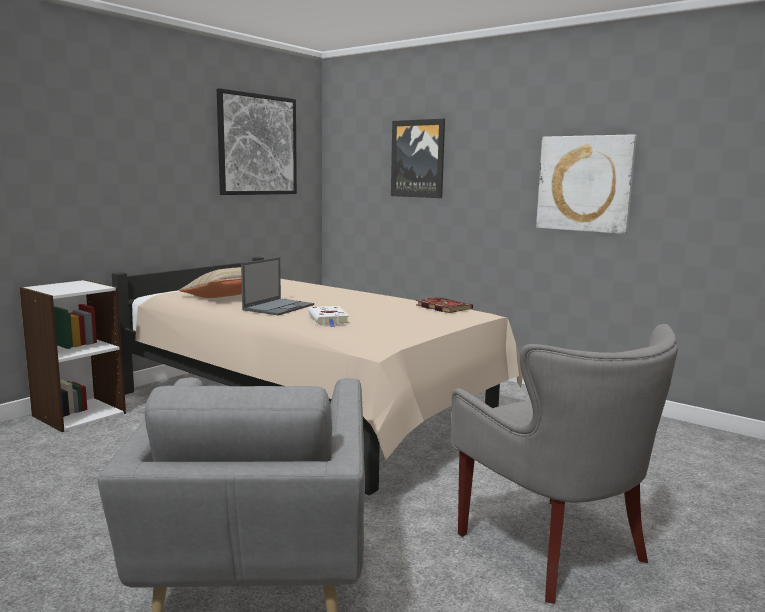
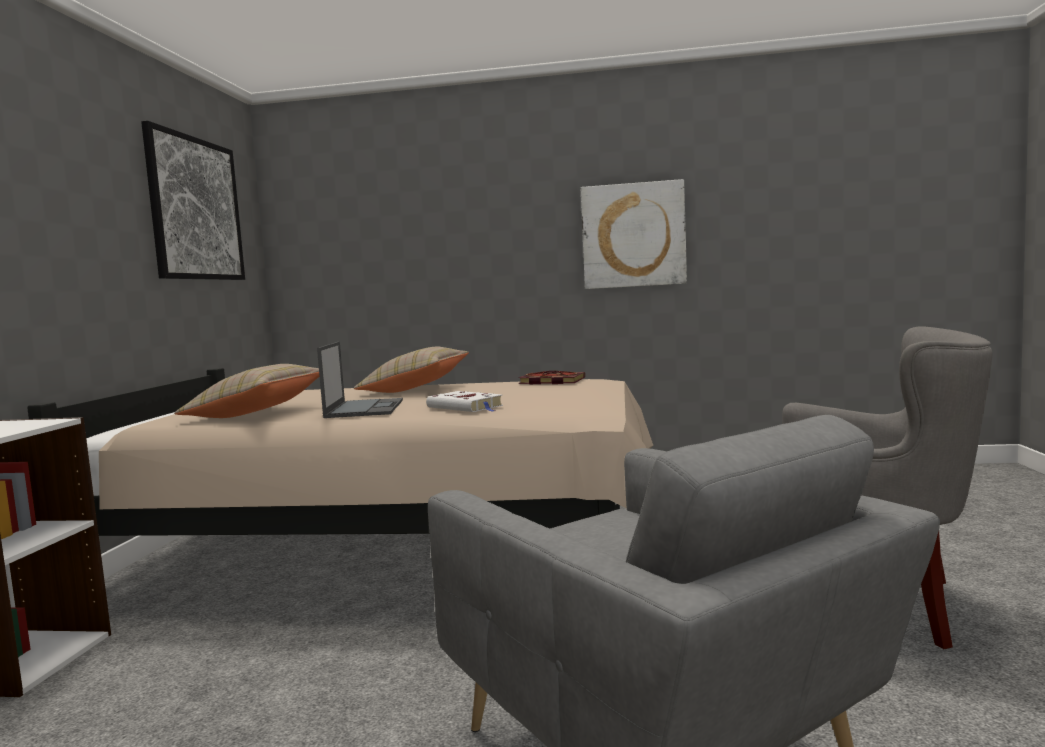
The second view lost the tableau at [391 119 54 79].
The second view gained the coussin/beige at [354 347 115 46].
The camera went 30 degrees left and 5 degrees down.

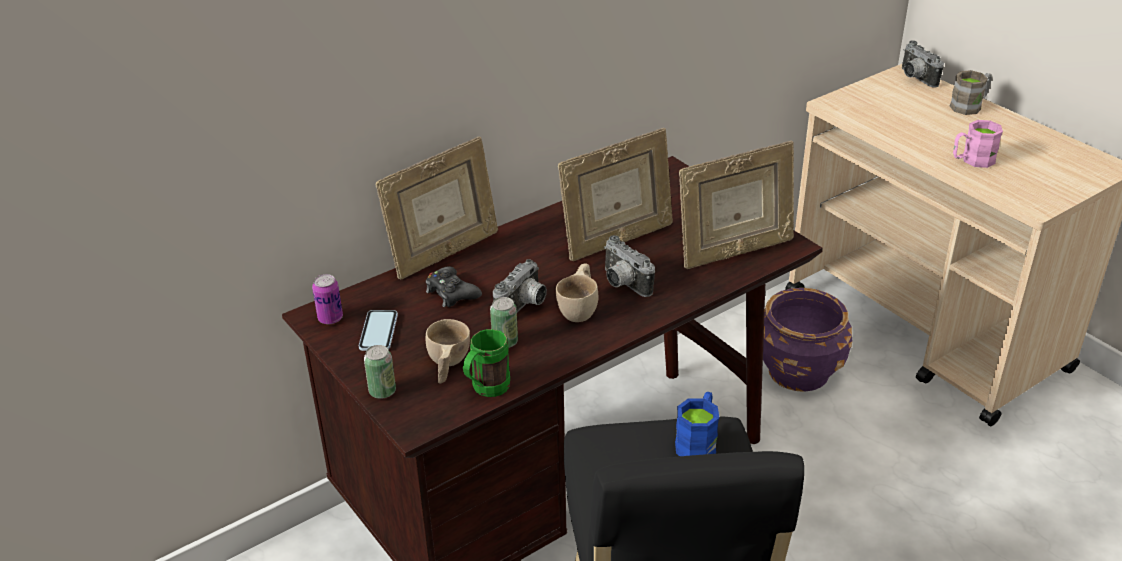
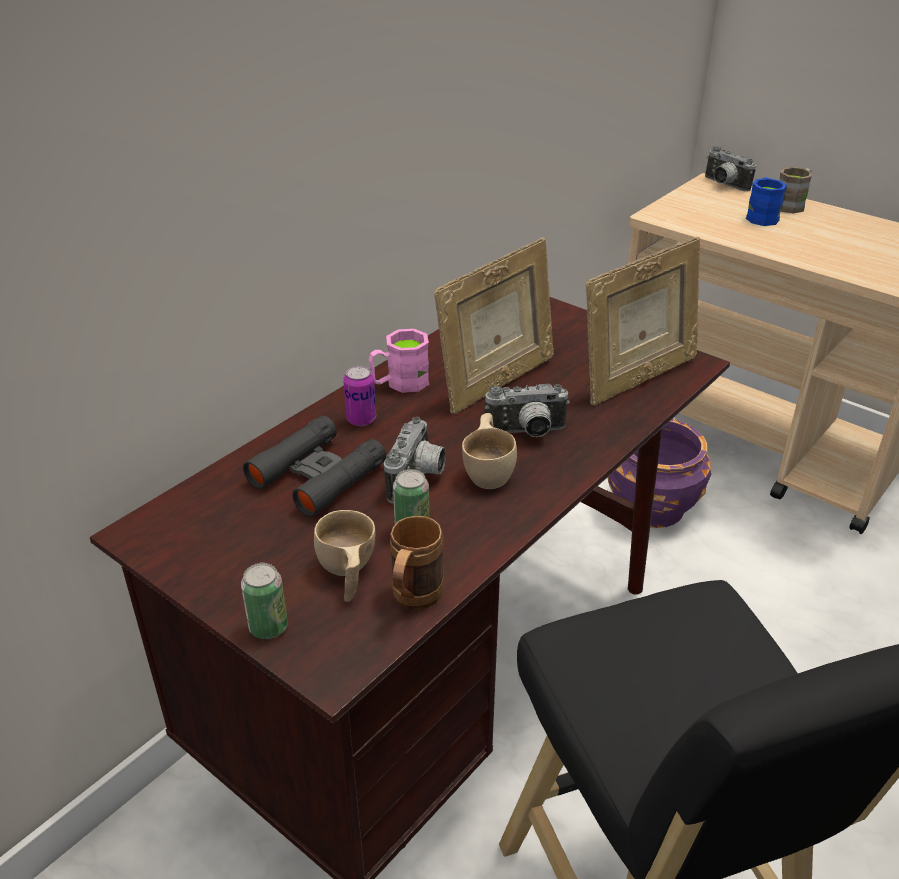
The boîte métallique ended up elsewhere, having gone from [312 274 31 50] to [343 365 33 61].
The second view lost the téléphone at [359 310 39 41].
The second view lost the cadre photo at [376 136 122 143].
Where the manette/noir stood at [426 266 56 41], the jumelles/noir came to stand at [243 416 143 101].
What was the mug/vert at [463 329 47 68] turned into the mug/marron at [390 516 54 94].
The appareil photo at [604 235 51 62] ended up facing another way, 45 degrees counterclockwise from before.
The mug/bleu ended up elsewhere, having gone from [675 392 44 64] to [746 177 41 49].
The mug/rose ended up elsewhere, having gone from [953 120 50 48] to [369 329 60 64].
The camera went 15 degrees left and 0 degrees up.

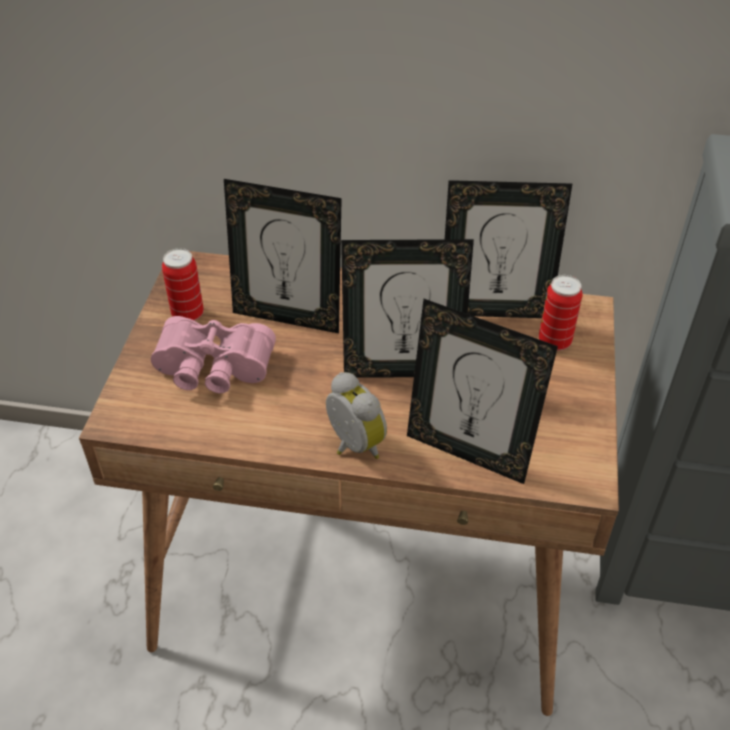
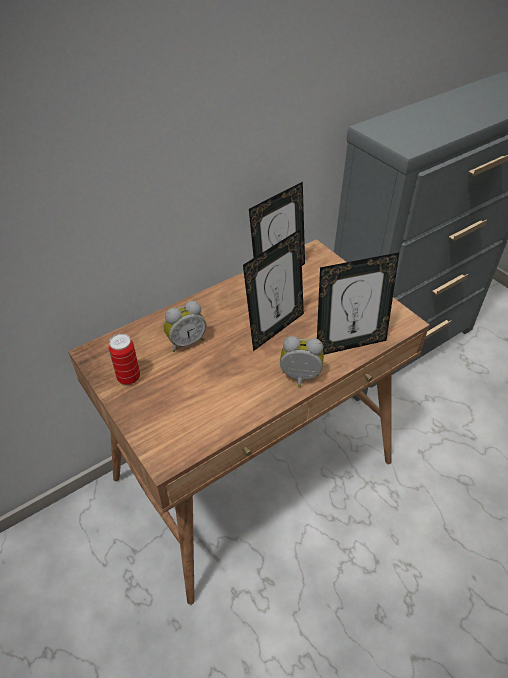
The second view lost the jumelles/rose at [151 316 125 78].
Where the cadre photo stood at [224 179 118 154], the réveil came to stand at [163 301 43 51].
The second view lost the boîte métallique at [539 275 44 76].
The camera went 45 degrees left and 0 degrees up.

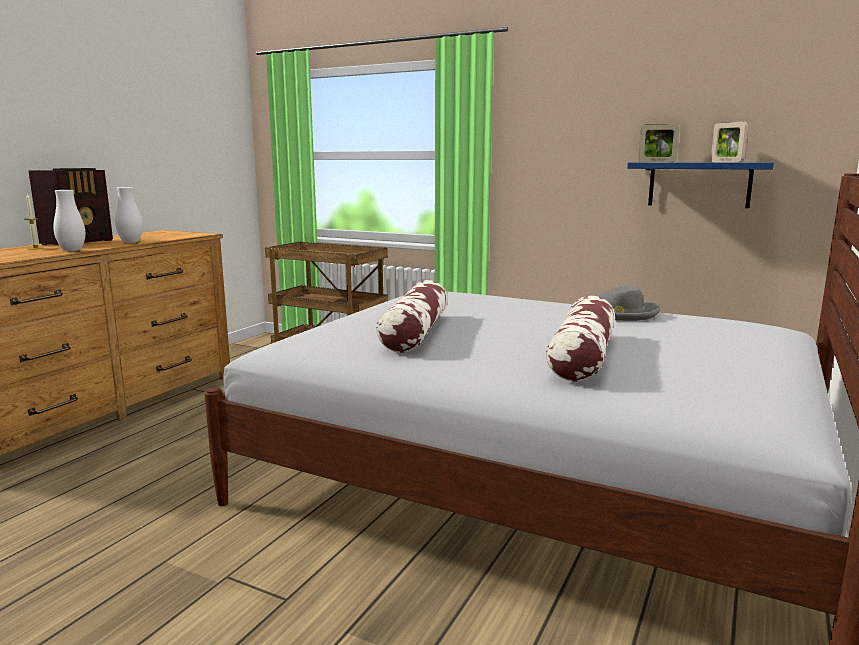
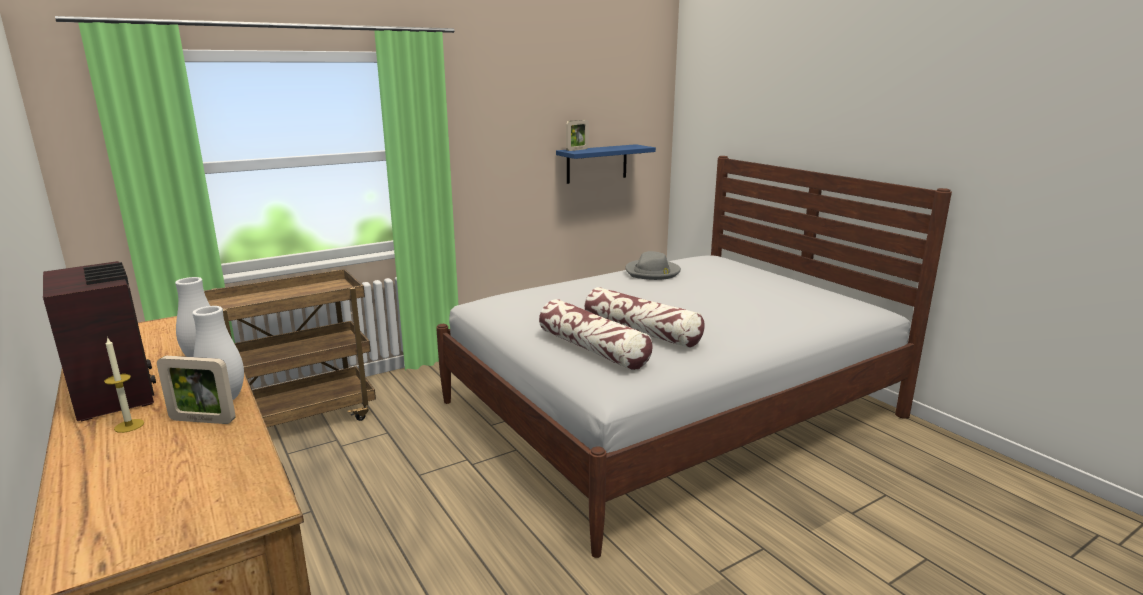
The coussin ended up elsewhere, having gone from [546 296 69 85] to [539 299 114 72].
The cadre photo ended up elsewhere, having gone from [711 121 37 41] to [157 356 79 68].
The camera went 60 degrees left and 5 degrees up.

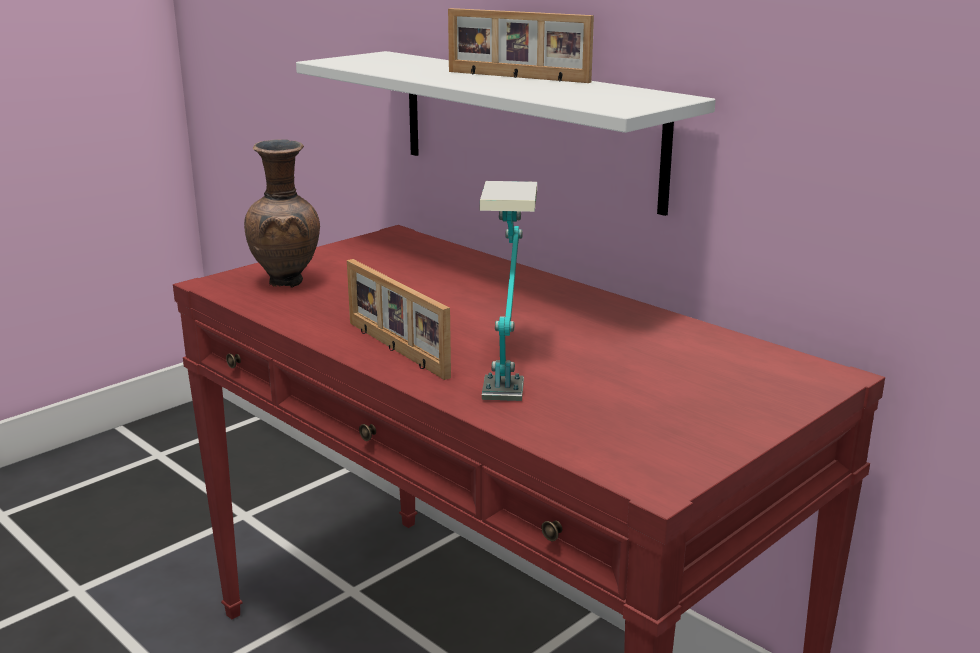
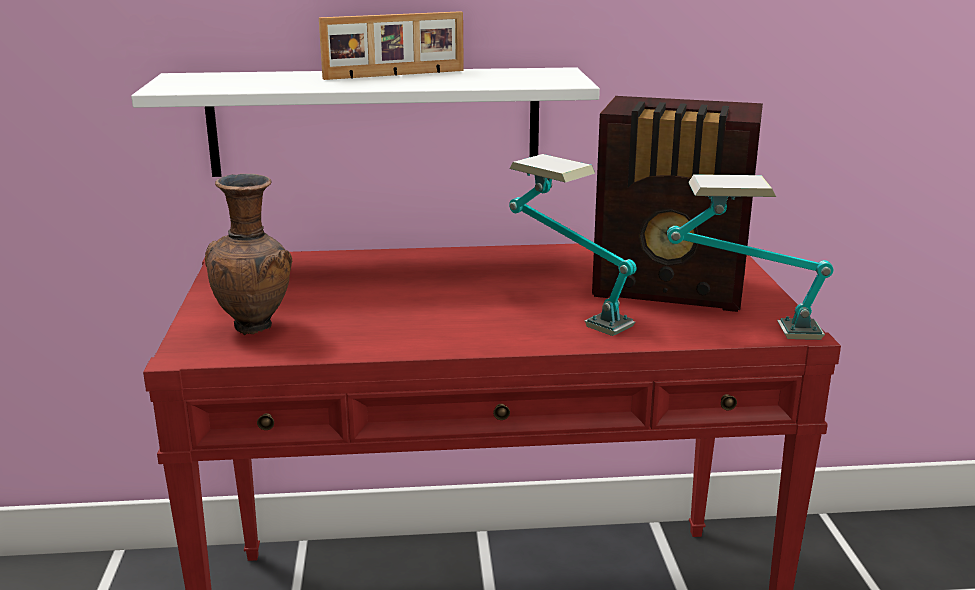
The second view lost the cadre photo at [347 259 104 121].
The second view gained the radio at [592 96 171 216].
The second view gained the lampe de table at [667 174 166 166].
The camera went 50 degrees left and 0 degrees up.

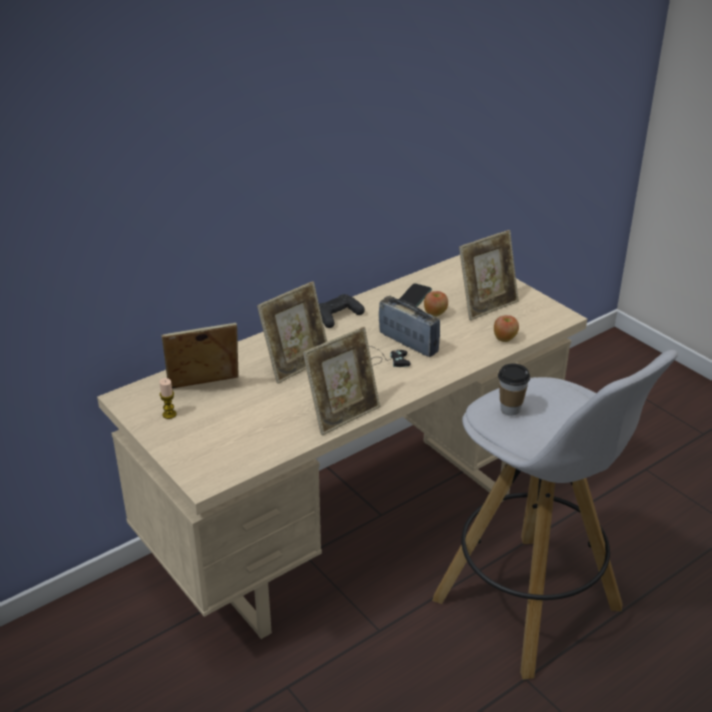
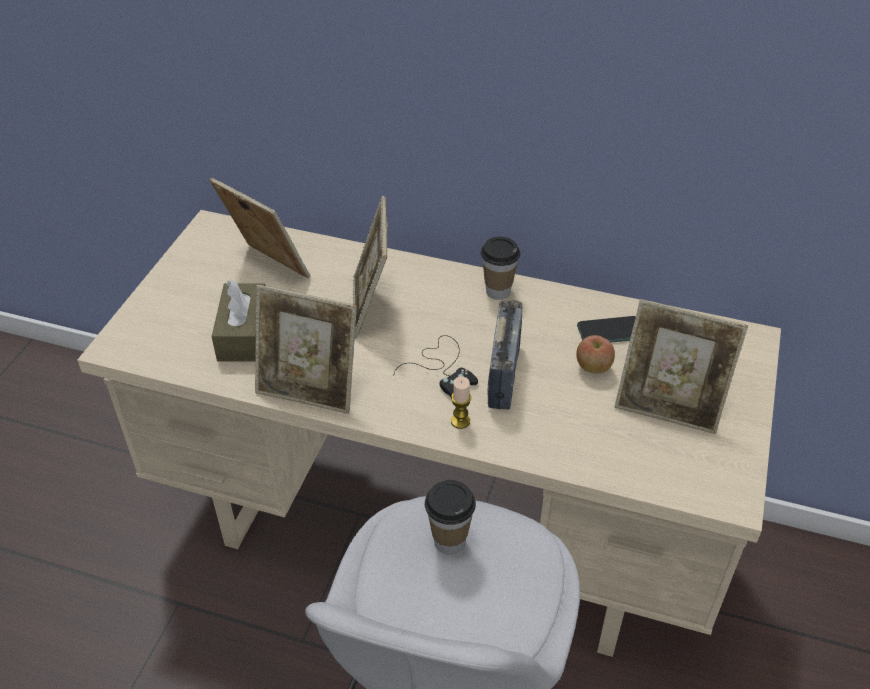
The bougie ended up elsewhere, having gone from [159 378 18 41] to [451 376 20 53].
The cadre photo at [257 281 70 103] ended up facing another way, 75 degrees clockwise from before.
Where the manette/noir stood at [319 294 46 34], the tasse came to stand at [481 237 39 63].
The second view lost the pomme at [494 315 25 27].
The second view gained the boîte à mouchoirs/marron at [212 280 54 82].
The camera went 55 degrees right and 10 degrees up.

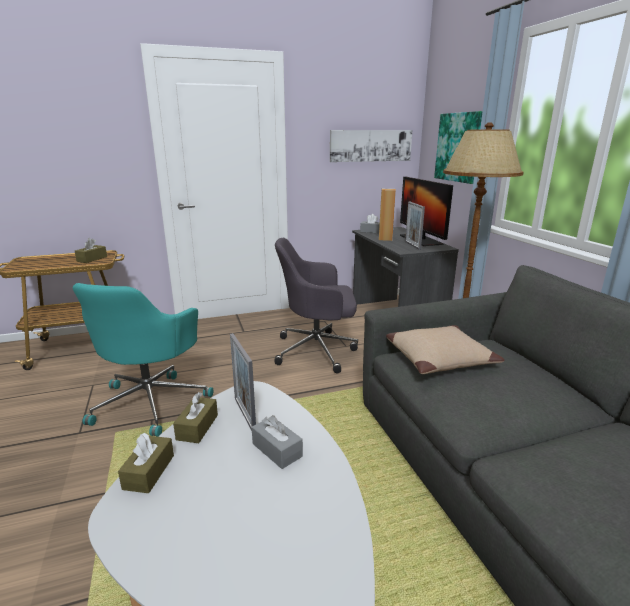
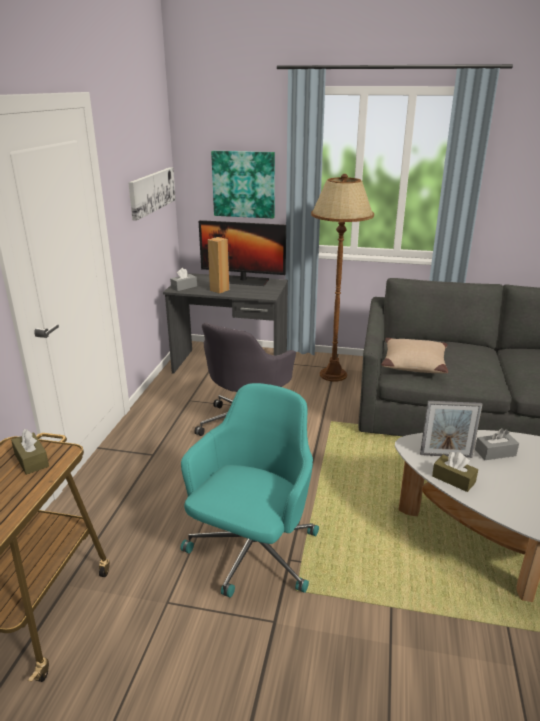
The chaise de bureau/turquoise at [72 283 141 154] ended up facing another way, 105 degrees counterclockwise from before.
The second view lost the boîte à mouchoirs/marron at [118 433 56 60].
The second view lost the cadre photo at [405 202 20 48].
The camera went 60 degrees left and 5 degrees up.

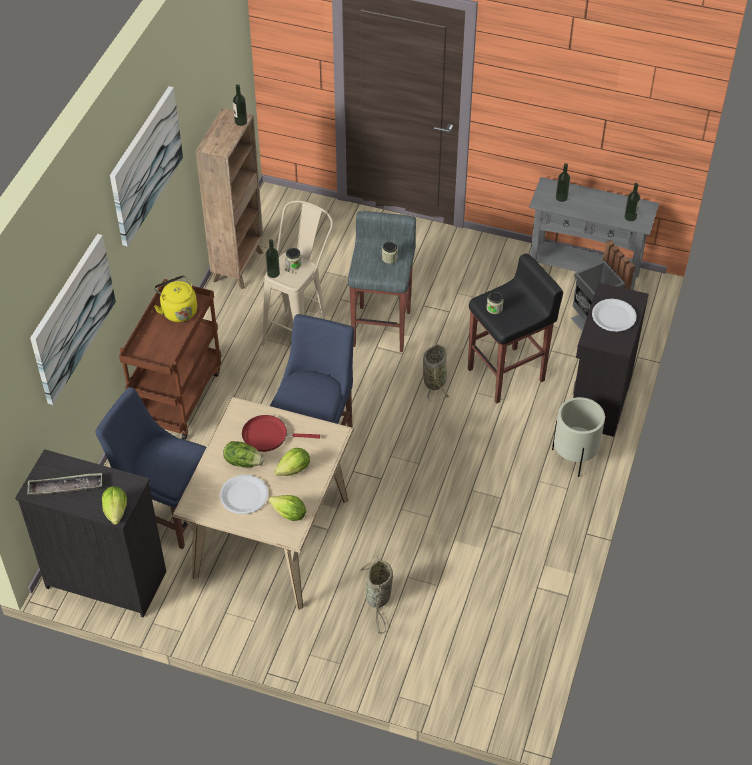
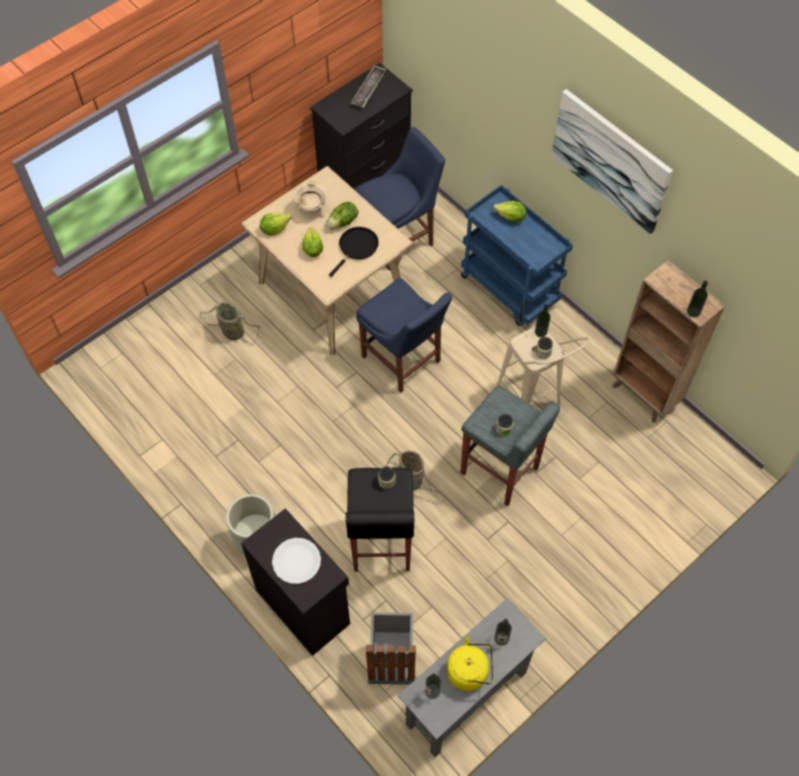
The second view lost the tableau at [30 234 86 171].
The laitue ended up elsewhere, having gone from [102 487 25 38] to [494 201 32 21].
What was the chariot/marron at [119 279 102 161] turned into the chariot/bleu at [461 185 112 141].
The bouilloire/jaune ended up elsewhere, having gone from [154 275 43 47] to [447 636 46 55].
Where the assiette/blanc stood at [220 475 48 39], the marmite/beige came to stand at [292 179 35 38].
What was the poêle/rouge at [242 415 78 37] turned into the poêle/noir at [329 227 50 50].
The camera went 120 degrees right and 10 degrees up.

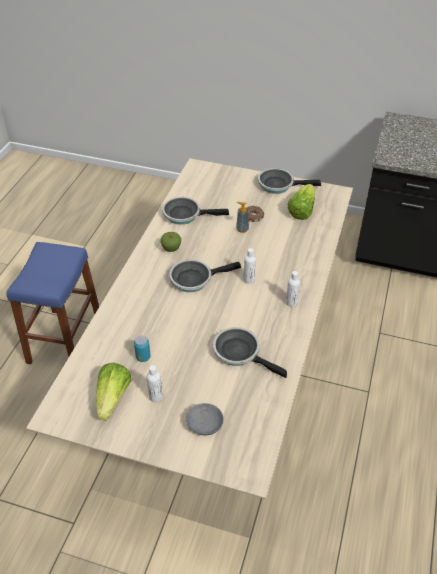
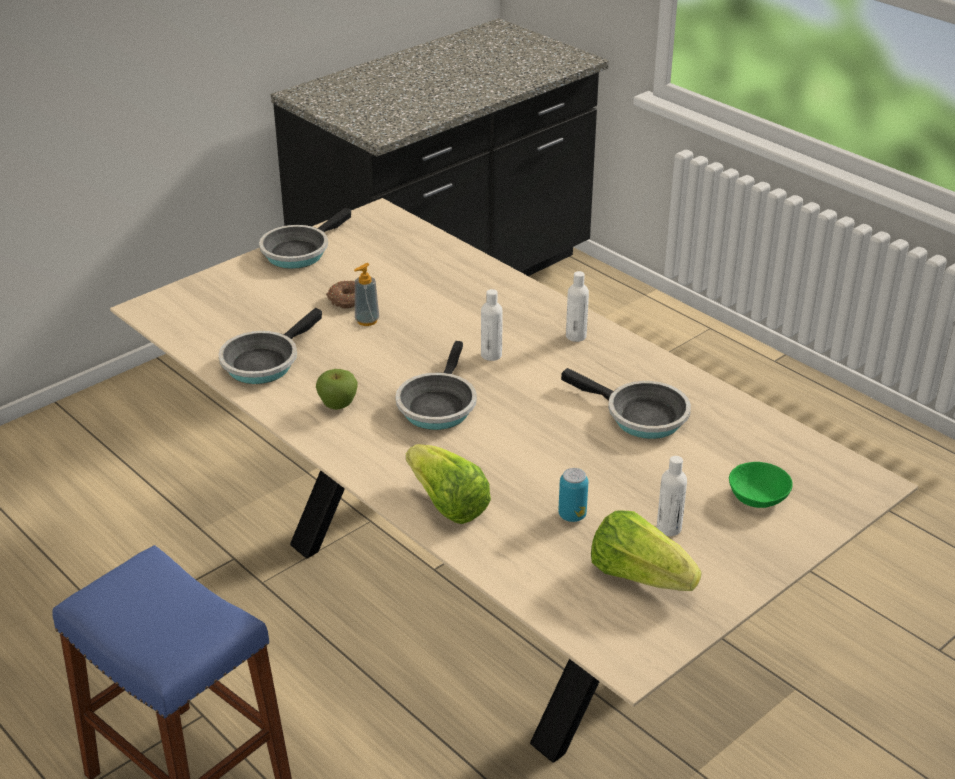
What was the bol/gris at [186 403 38 32] turned into the bol/vert at [729 462 64 46].
The poêle at [213 327 74 51] ended up facing another way, 120 degrees counterclockwise from before.
The laitue ended up elsewhere, having gone from [288 184 27 36] to [406 444 85 80].
The camera went 60 degrees left and 10 degrees down.

